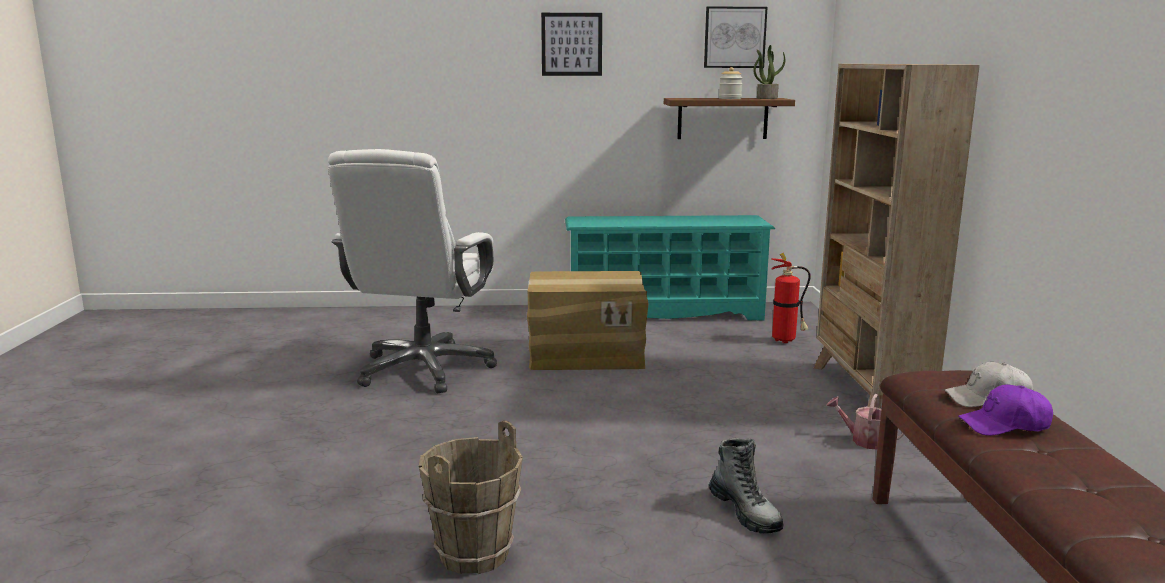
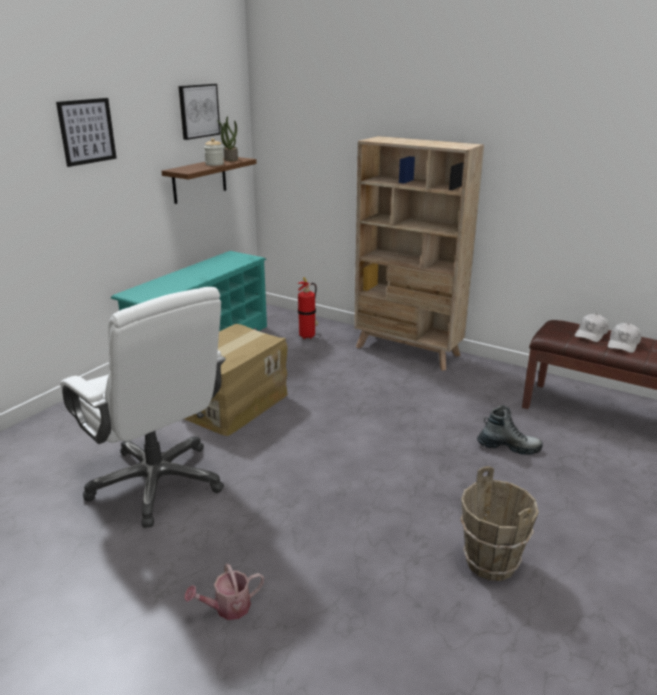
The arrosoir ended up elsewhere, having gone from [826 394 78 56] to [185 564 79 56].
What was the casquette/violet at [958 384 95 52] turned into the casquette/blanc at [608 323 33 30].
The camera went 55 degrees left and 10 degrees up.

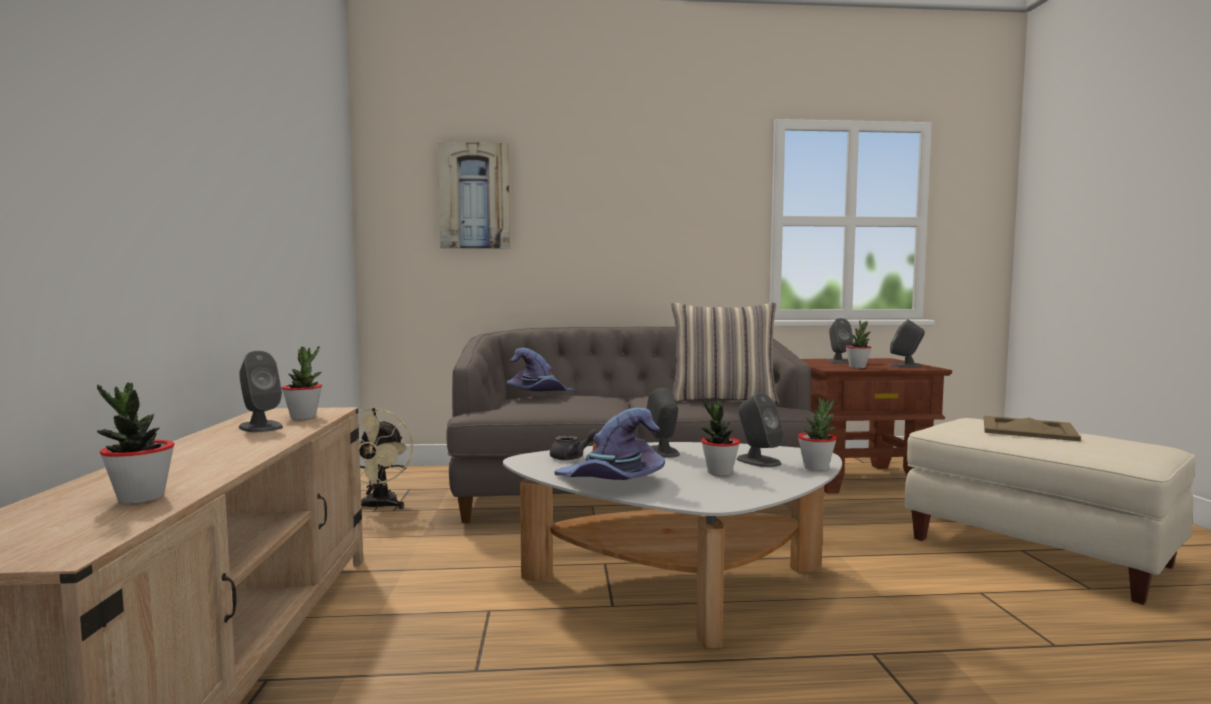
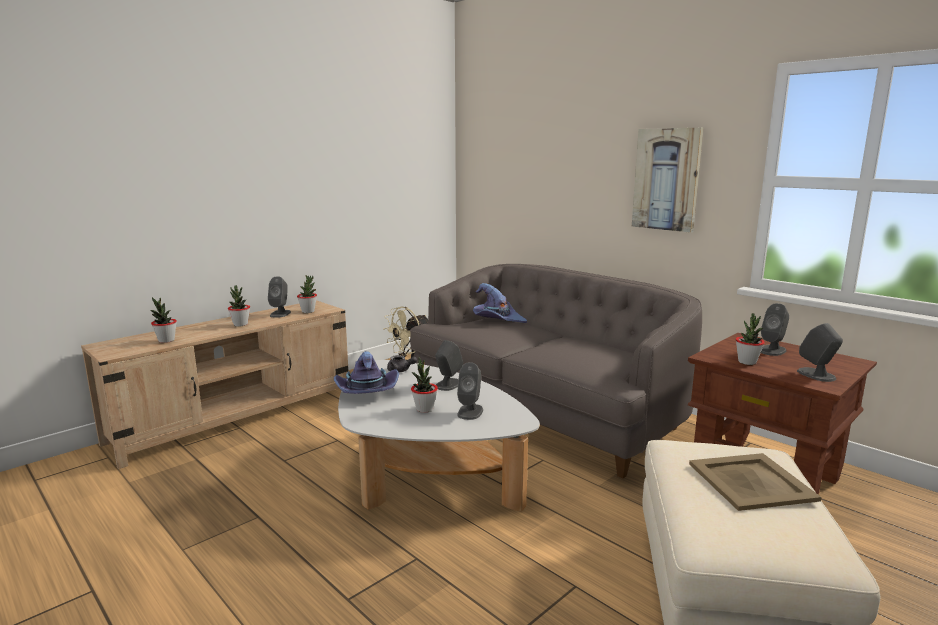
The tableau ended up elsewhere, having gone from [438 142 72 107] to [632 128 72 105].
The second view lost the coussin at [671 302 108 102].
The plante en pot ended up elsewhere, having gone from [798 397 39 74] to [228 285 22 42].
The camera went 50 degrees right and 10 degrees up.

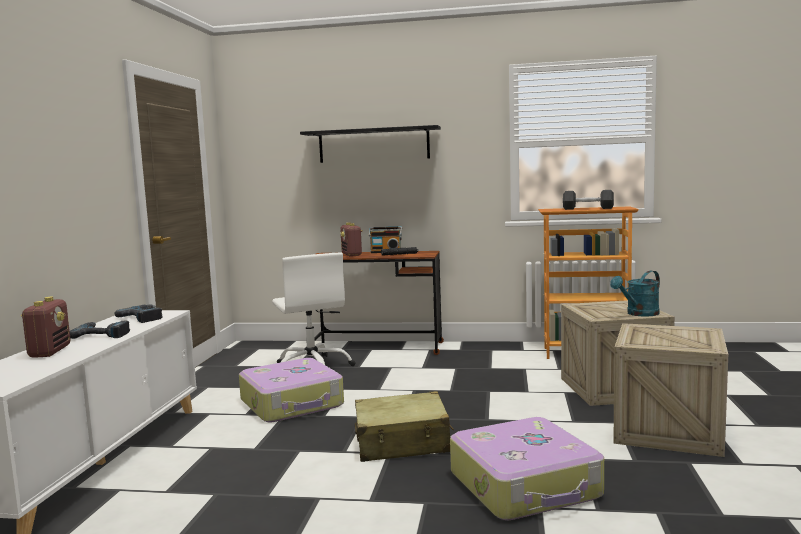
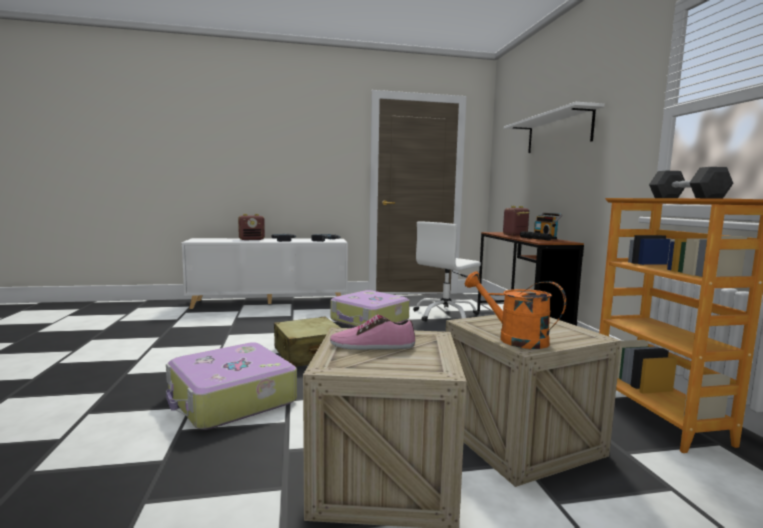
What was the étagère/noir at [300 125 141 38] turned into the étagère/blanc at [504 102 100 51].
What was the arrosoir/turquoise at [610 270 50 47] turned into the arrosoir/orange at [465 271 101 78].
The second view gained the chaussure at [330 315 85 35].
The camera went 70 degrees right and 0 degrees up.

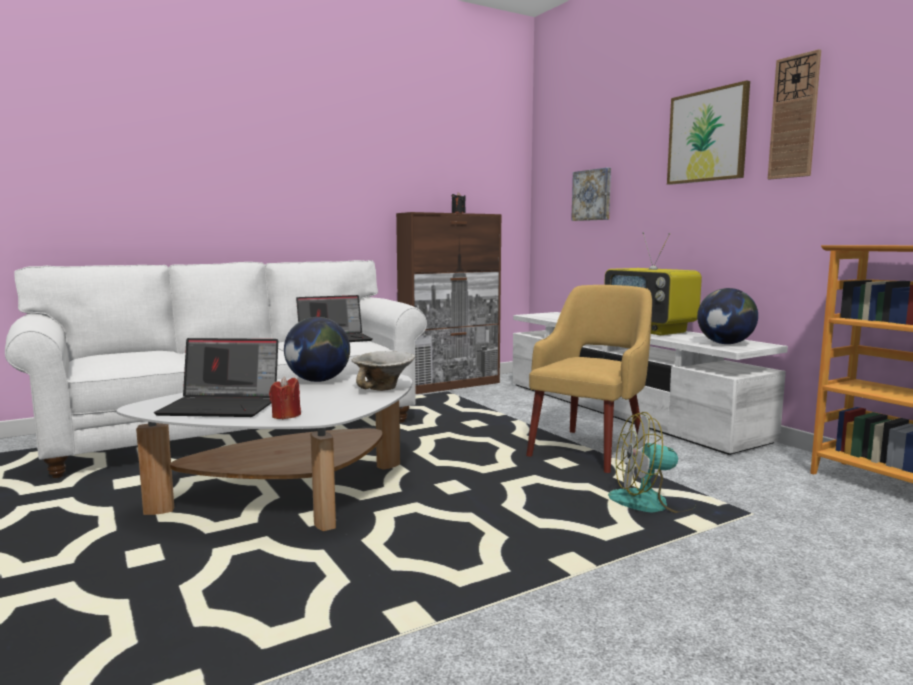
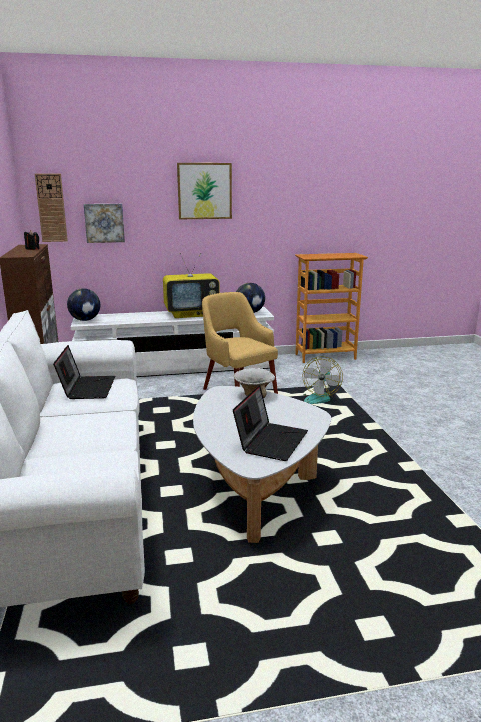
The second view lost the bougie/rouge at [269 376 32 43].
The globe ended up elsewhere, having gone from [284 317 66 65] to [67 288 33 33].
The horloge murale ended up elsewhere, having gone from [768 49 53 130] to [35 174 33 68].
The camera went 70 degrees left and 10 degrees up.

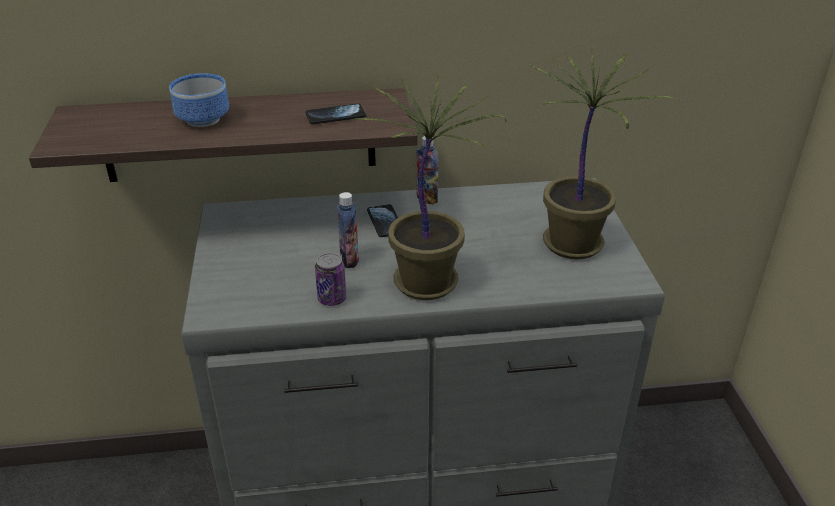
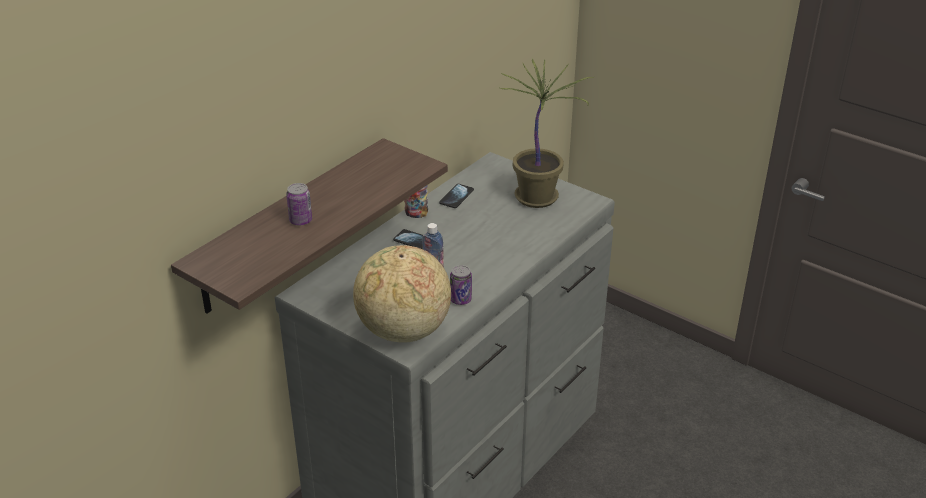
Where the bol stood at [169 73 60 54], the boîte métallique came to stand at [286 183 26 42].
The téléphone ended up elsewhere, having gone from [306 104 60 20] to [439 184 35 24].
The second view lost the plante en pot at [354 74 152 226].
The second view gained the globe at [353 245 98 98].
The camera went 45 degrees left and 0 degrees up.

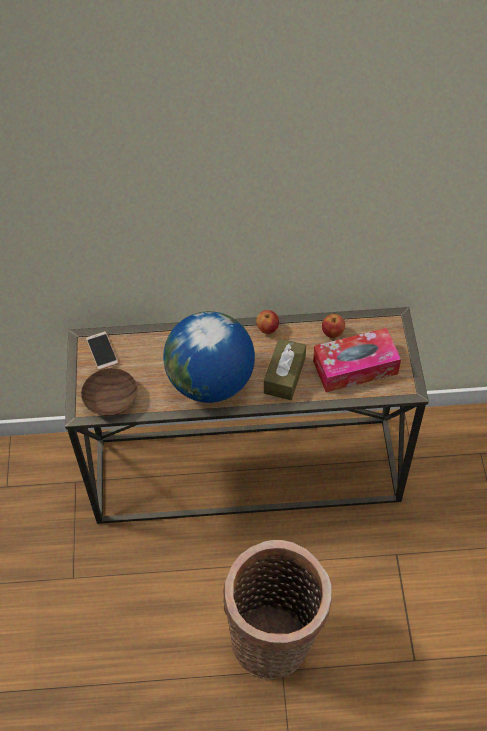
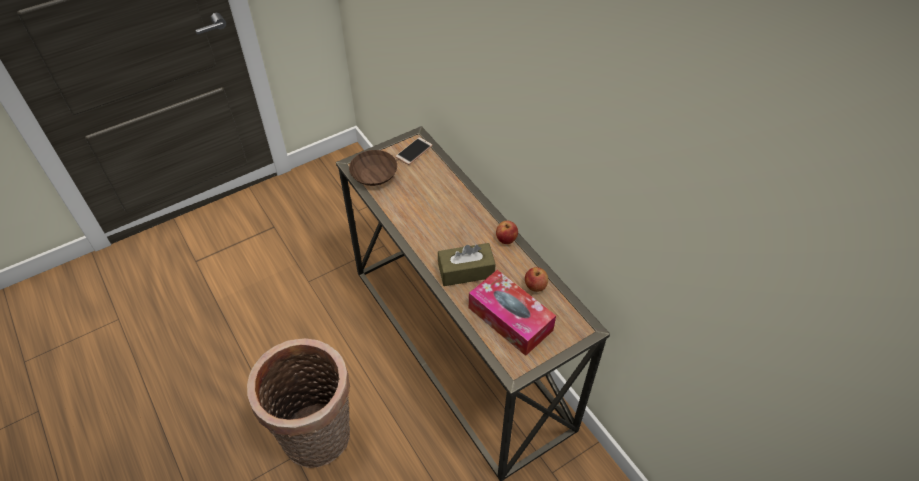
The second view lost the globe at [163 311 92 92].
The camera went 60 degrees right and 5 degrees down.

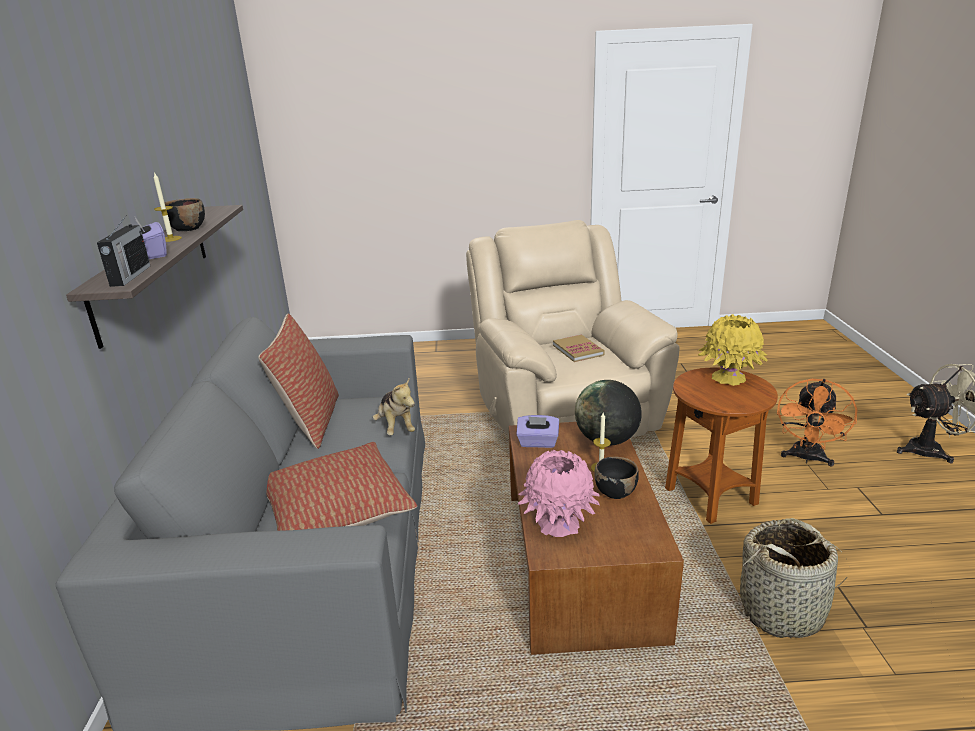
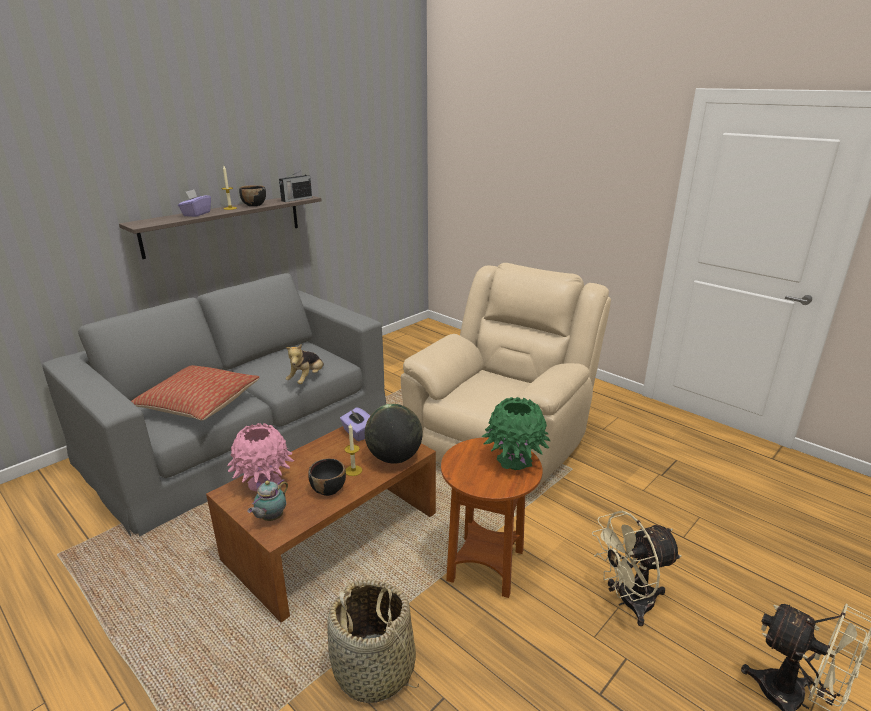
The radio ended up elsewhere, having gone from [97 215 53 72] to [279 171 33 31].
The second view lost the coussin at [258 314 81 135].
The second view lost the livre at [553 334 52 28].
What was the vase/jaune at [697 314 71 72] turned into the vase/vert at [481 397 69 73].
What was the ventilateur/orange at [777 379 80 88] turned into the ventilateur/beige at [592 511 90 116].
The second view gained the théière at [247 479 41 42].
The camera went 45 degrees right and 0 degrees up.

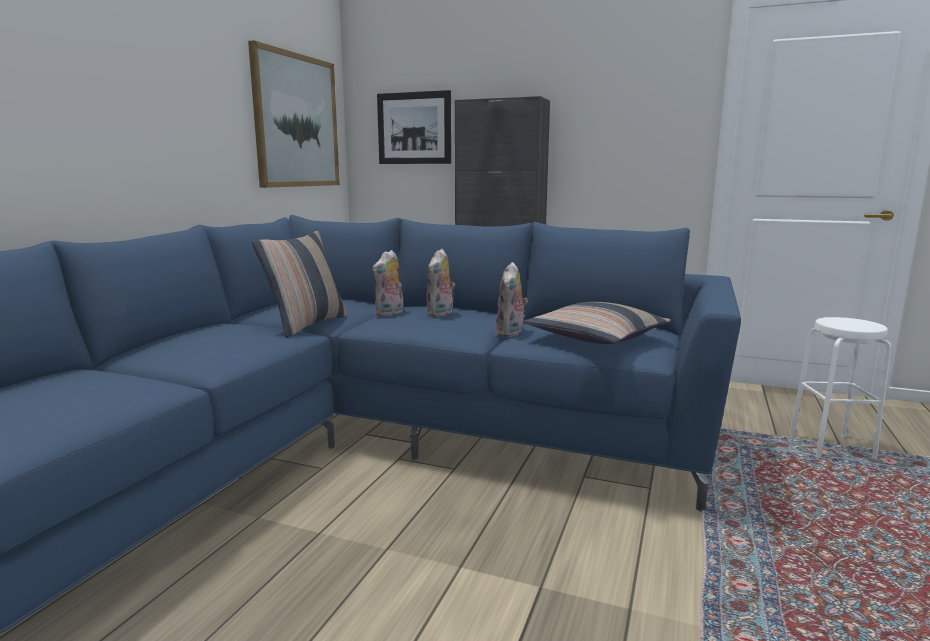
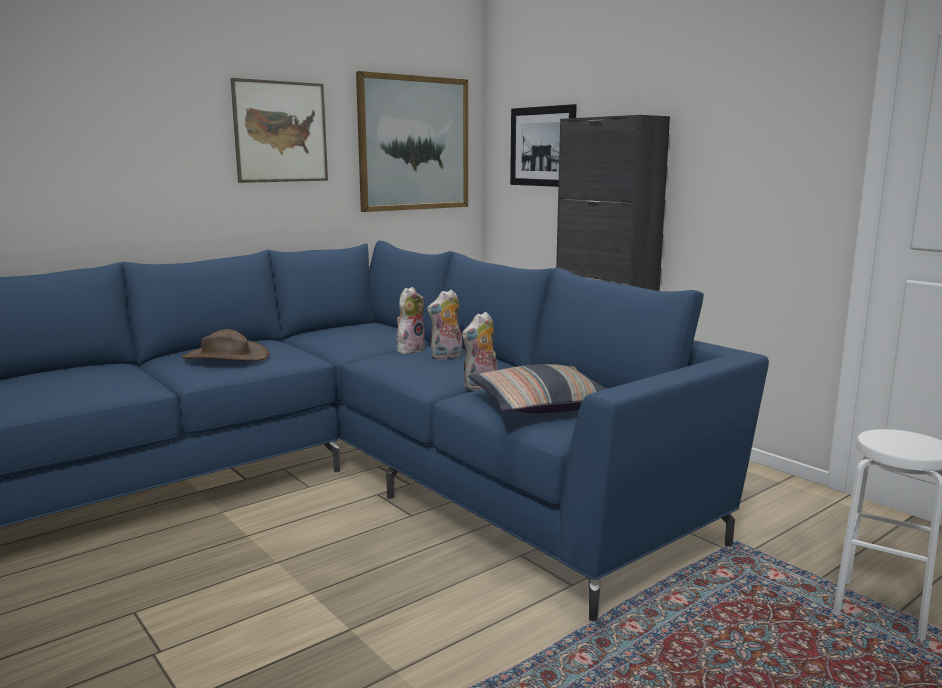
The second view lost the coussin at [252 231 96 107].
The peluche at [373 250 31 66] ended up facing another way, 150 degrees clockwise from before.
The second view gained the chapeau/marron at [182 329 87 32].
The second view gained the tableau at [230 78 98 105].
The camera went 30 degrees right and 0 degrees up.

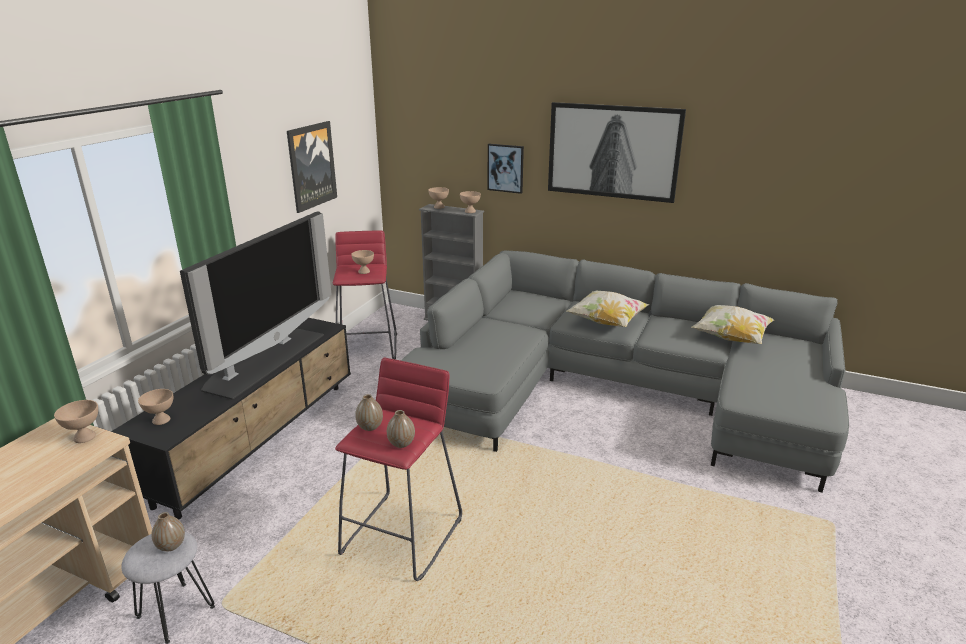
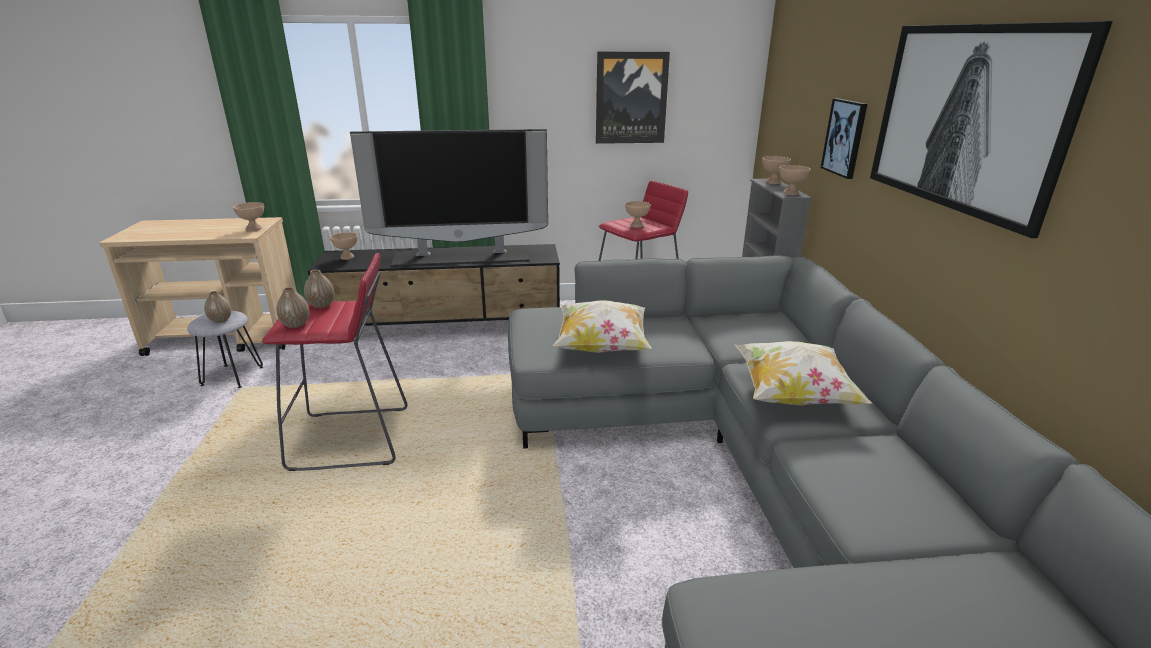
The coussin ended up elsewhere, having gone from [692 305 82 39] to [553 300 99 53].
The camera went 60 degrees right and 0 degrees up.

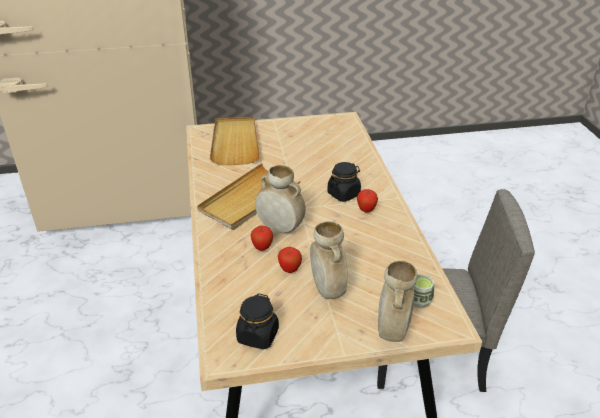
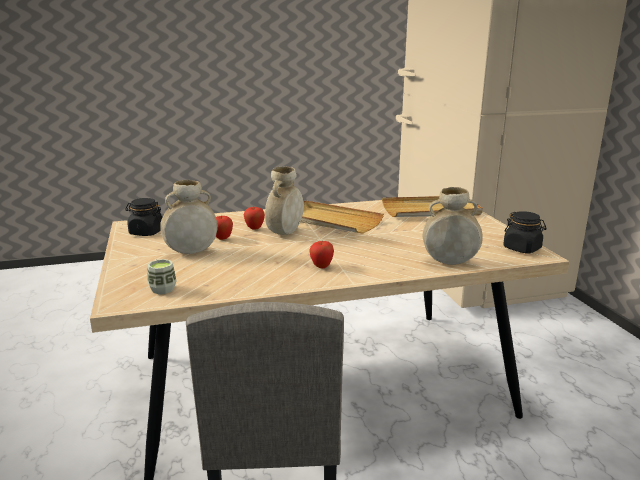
The bocal/noir ended up elsewhere, having gone from [327 162 34 40] to [503 211 44 42].
The vase/beige ended up elsewhere, having gone from [378 261 40 81] to [423 187 60 78].
The camera went 85 degrees right and 15 degrees down.

